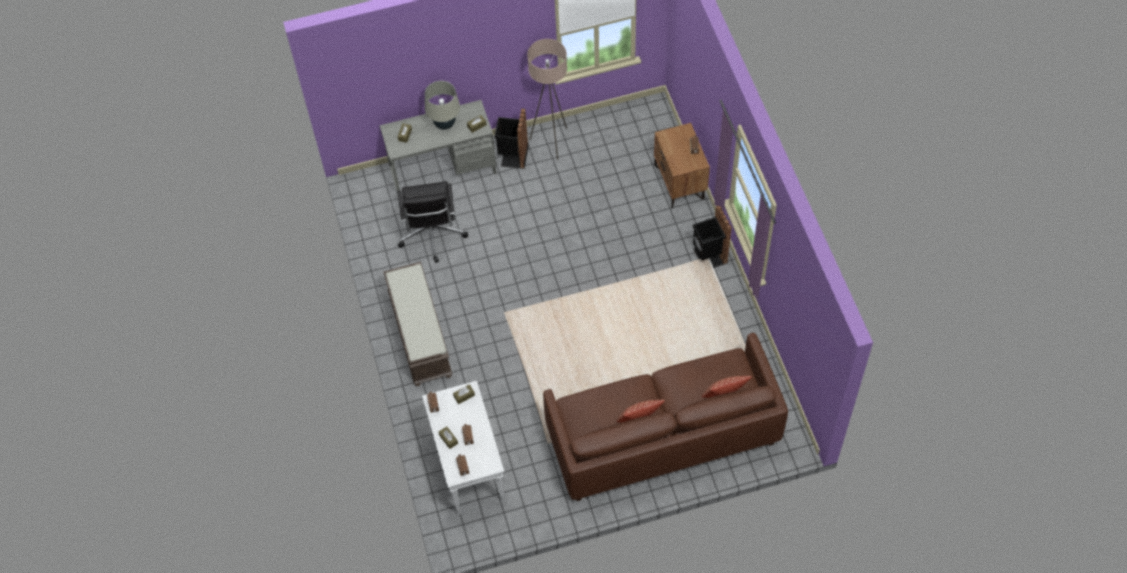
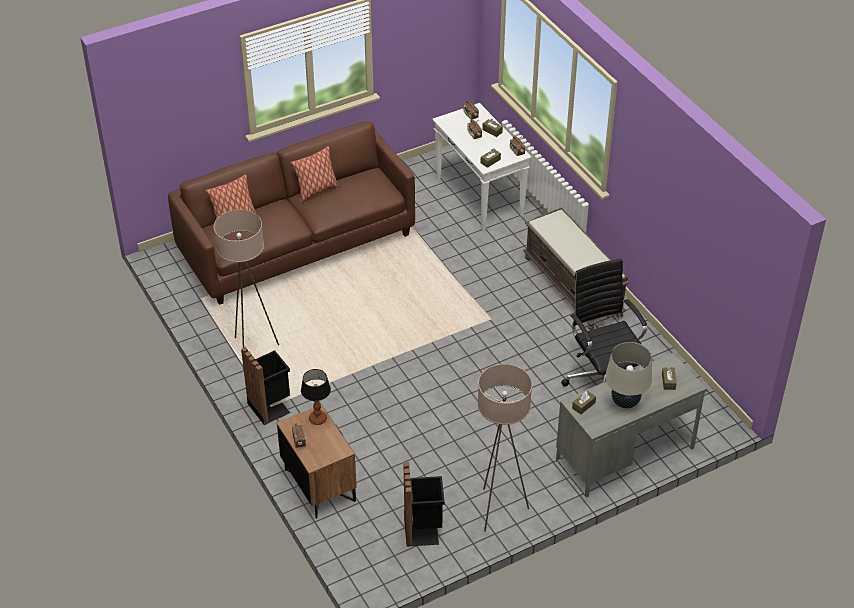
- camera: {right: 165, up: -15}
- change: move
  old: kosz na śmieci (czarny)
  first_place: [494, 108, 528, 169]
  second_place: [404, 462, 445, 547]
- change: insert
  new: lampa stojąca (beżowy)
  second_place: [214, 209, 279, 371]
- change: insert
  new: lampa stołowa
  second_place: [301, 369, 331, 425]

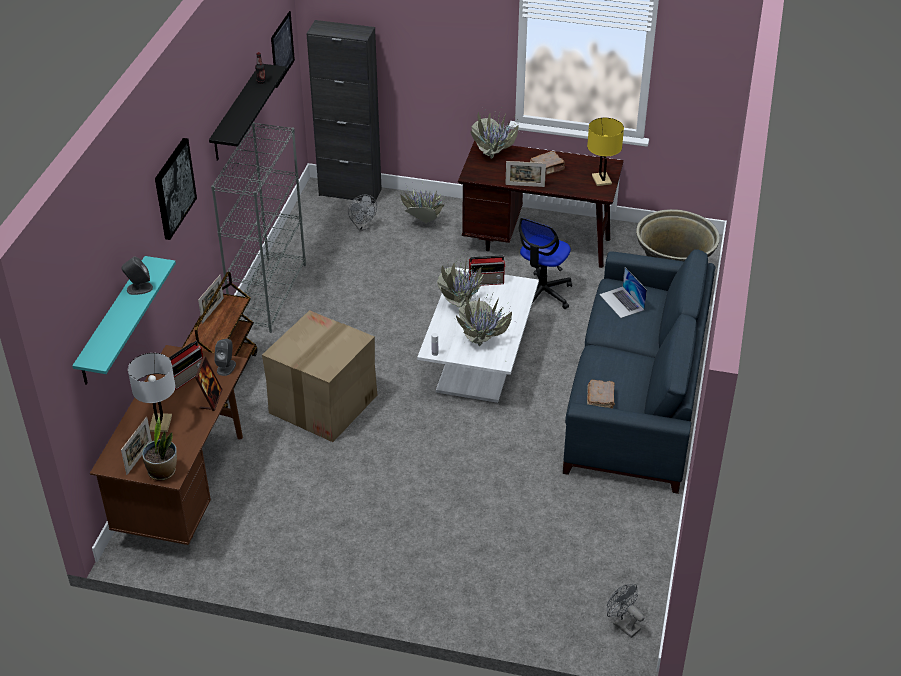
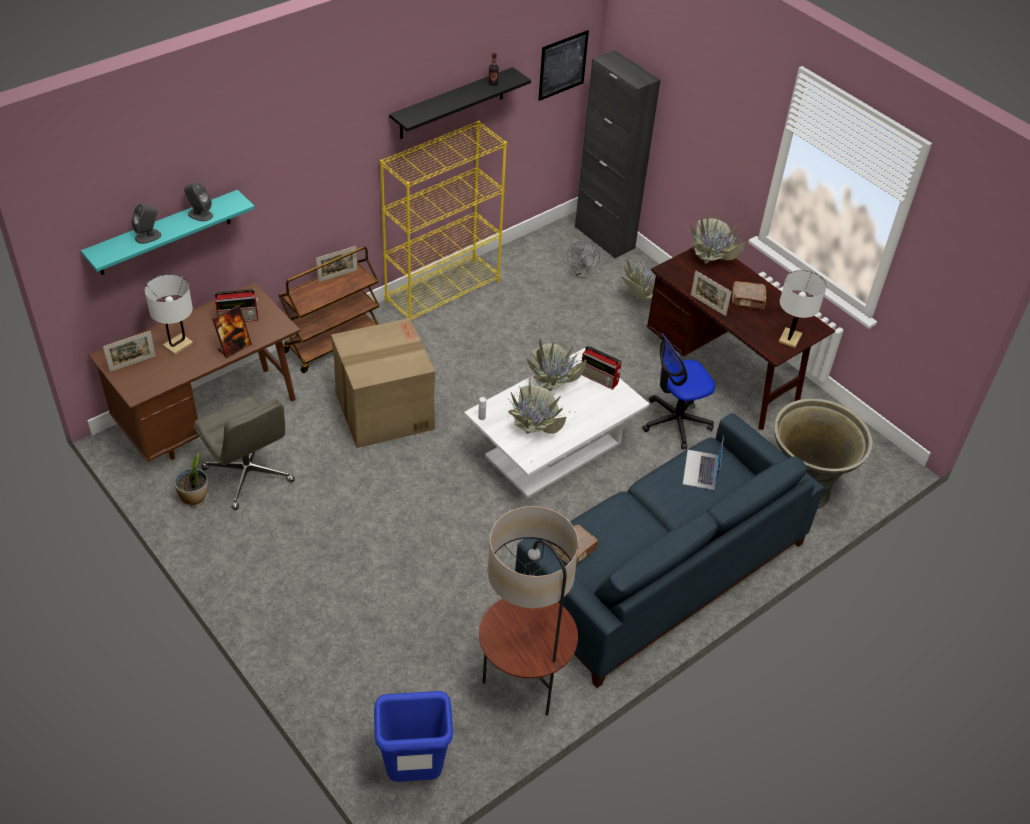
- camera: {right: 35, up: 5}
- change: move
  old: roślina doniczkowa
  first_place: [142, 417, 177, 481]
  second_place: [174, 452, 208, 507]
- change: delete
  old: obraz
  first_place: [155, 138, 197, 240]
- change: recolor
  old: regał (szary)
  new: regał (żółty)
  first_place: [211, 122, 306, 333]
  second_place: [380, 121, 507, 320]
- change: move
  old: głośnik (szary)
  first_place: [214, 339, 236, 376]
  second_place: [132, 203, 161, 244]
- change: recolor
  old: lampa stołowa (żółty)
  new: lampa stołowa (biały)
  first_place: [587, 118, 624, 186]
  second_place: [779, 270, 826, 348]
- change: replace
  old: wentylator (szary)
  new: kosz na śmieci (niebieski)
  first_place: [607, 584, 644, 638]
  second_place: [374, 691, 453, 782]
- change: insert
  new: krzesło biurowe (szary)
  second_place: [194, 396, 295, 510]
- change: insert
  new: lampa stojąca
  second_place: [479, 506, 579, 716]

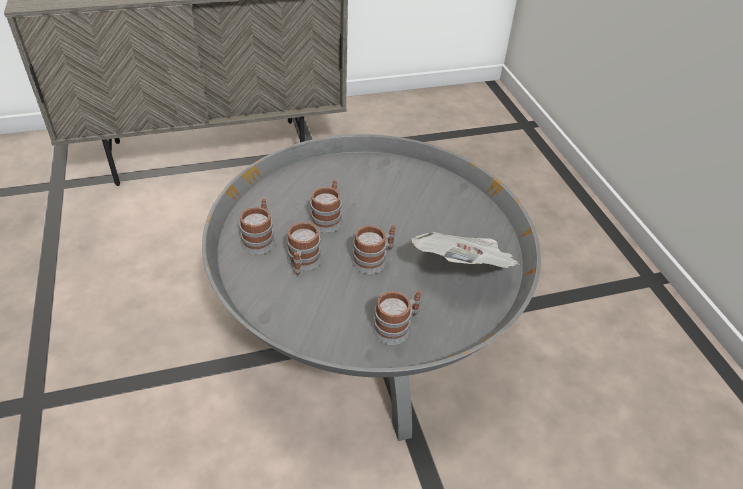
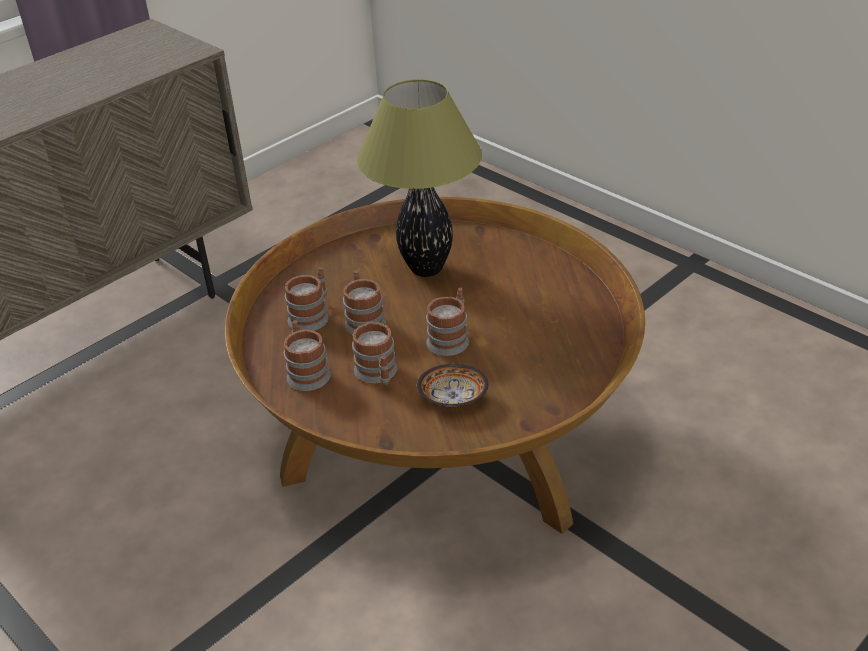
- camera: {right: -25, up: -5}
- change: recolor
  old: ława (szary)
  new: ława (brązowy)
  first_place: [202, 134, 541, 441]
  second_place: [225, 197, 645, 534]
- change: move
  old: kubek
  first_place: [372, 290, 422, 345]
  second_place: [285, 267, 329, 331]
- change: delete
  old: gazeta
  first_place: [411, 232, 520, 268]
- change: insert
  new: lampa stołowa
  second_place: [357, 79, 482, 277]
- change: insert
  new: miska
  second_place: [417, 364, 488, 407]

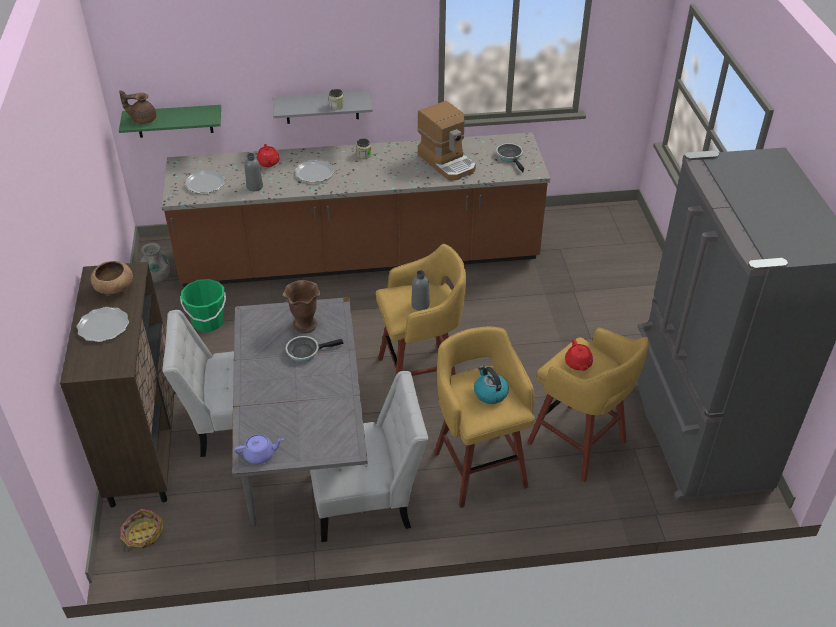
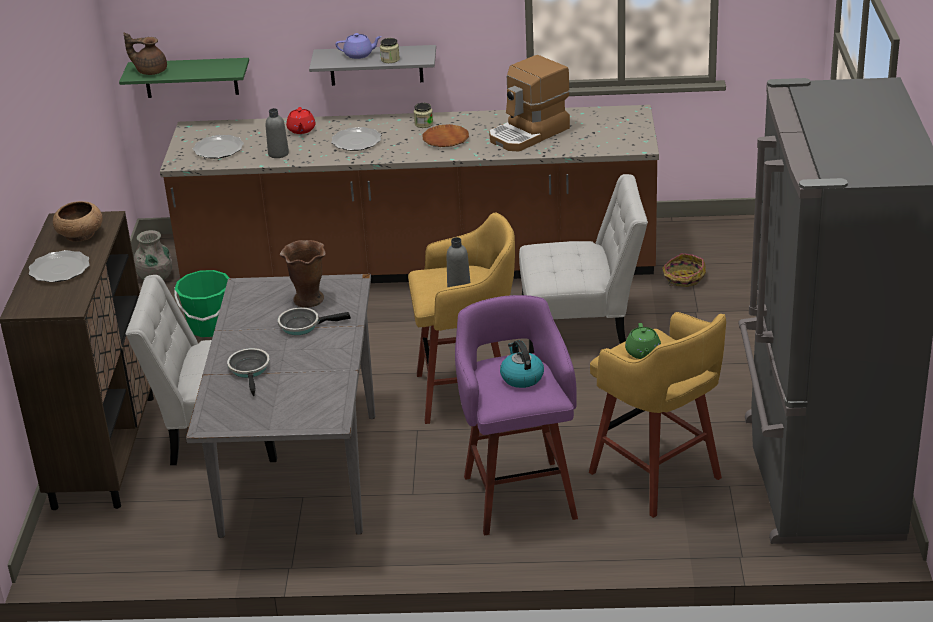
- camera: {right: 10, up: -10}
- change: move
  old: koszyk
  first_place: [120, 509, 164, 552]
  second_place: [662, 253, 706, 287]
- change: move
  old: imbryk (fioletowy)
  first_place: [234, 434, 284, 464]
  second_place: [335, 33, 382, 59]
- change: move
  old: krzesło (biały)
  first_place: [310, 371, 428, 542]
  second_place: [519, 174, 648, 353]
- change: rotate
  old: ekspres do kawy
  first_place: [417, 101, 476, 180]
  second_place: [489, 55, 570, 152]
  degrees: 75
- change: recolor
  old: stołek (żółty)
  new: stołek (fioletowy)
  first_place: [434, 327, 535, 508]
  second_place: [455, 295, 578, 535]
- change: move
  old: patelnia
  first_place: [496, 143, 524, 172]
  second_place: [227, 348, 270, 396]
- change: recolor
  old: imbryk (czerwony)
  new: imbryk (zielony)
  first_place: [565, 339, 593, 371]
  second_place: [625, 323, 661, 359]
- change: insert
  new: talerz (brązowy)
  second_place: [422, 124, 469, 147]

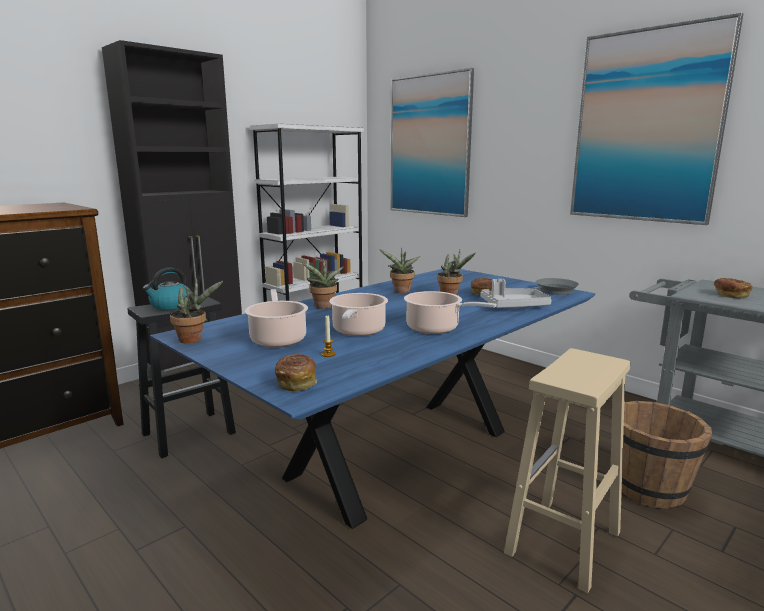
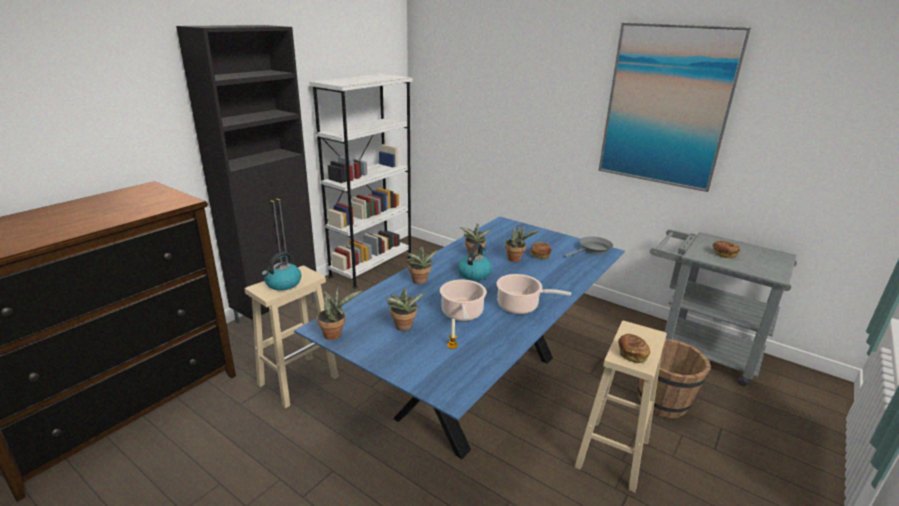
- camera: {right: -10, up: 10}
- change: recolor
  old: stołek (czarny)
  new: stołek (beżowy)
  first_place: [128, 296, 236, 458]
  second_place: [245, 265, 339, 408]
- change: replace
  old: garnek
  new: roślina doniczkowa
  first_place: [245, 289, 308, 347]
  second_place: [385, 288, 424, 331]
- change: move
  old: chleb
  first_place: [275, 354, 317, 391]
  second_place: [618, 334, 650, 363]
- change: delete
  old: obraz
  first_place: [390, 68, 474, 217]
- change: delete
  old: taca (szary)
  first_place: [481, 279, 552, 308]
- change: insert
  new: czajnik
  second_place: [458, 243, 492, 281]

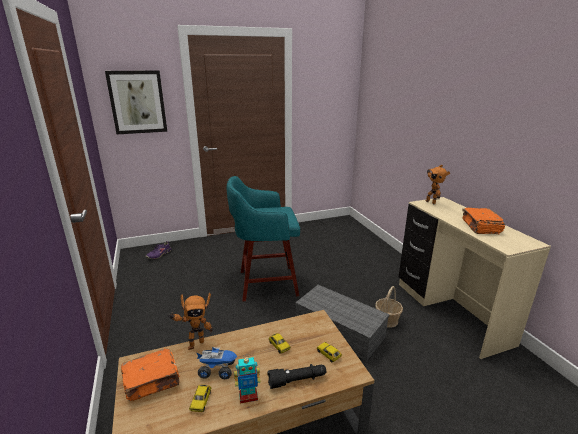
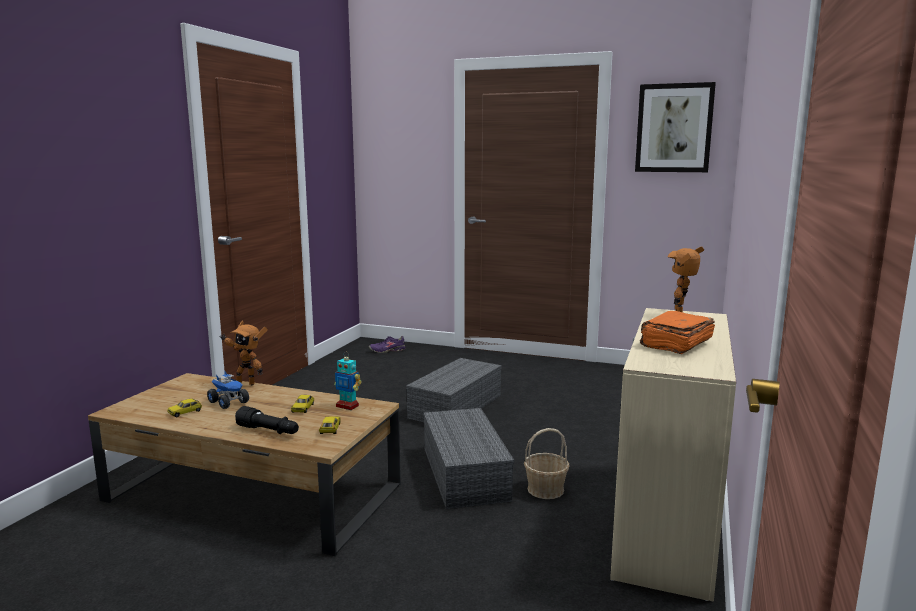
- camera: {right: 40, up: -10}
- change: move
  old: obraz
  first_place: [105, 70, 167, 134]
  second_place: [635, 82, 716, 172]
- change: delete
  old: książka (pomarańczowy)
  first_place: [121, 349, 180, 401]
- change: replace
  old: stołek (turkusowy)
  new: pojemnik do przechowywania (szary)
  first_place: [227, 176, 300, 301]
  second_place: [406, 358, 502, 422]
- change: move
  old: robot zabawkowy
  first_place: [234, 354, 261, 403]
  second_place: [334, 352, 361, 410]

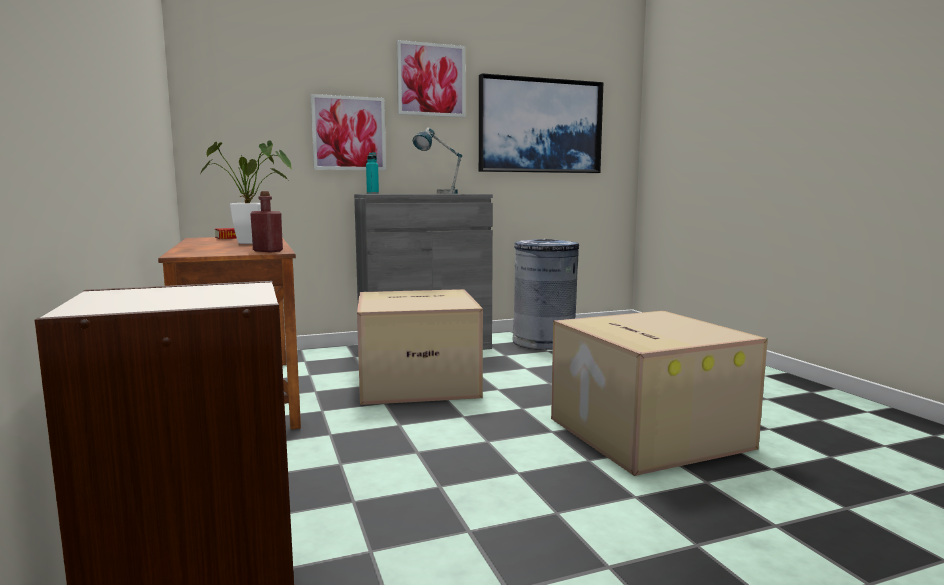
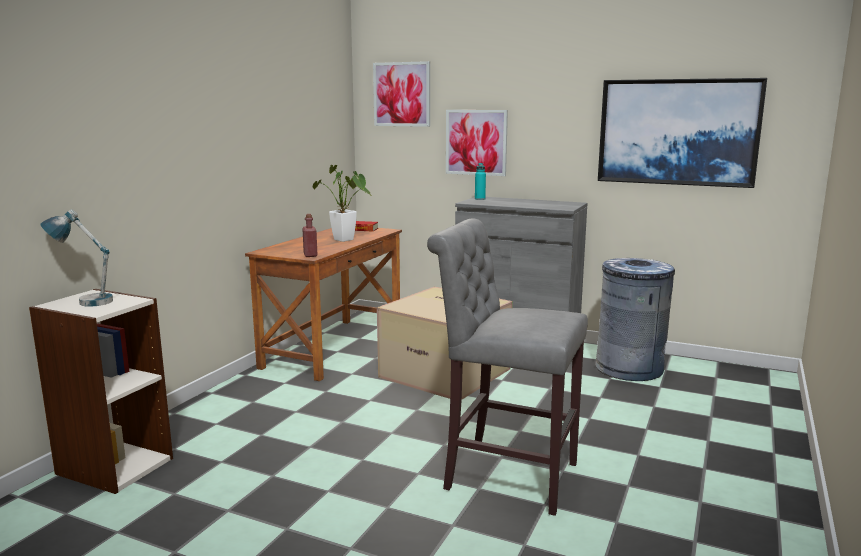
- camera: {right: 45, up: 5}
- change: move
  old: obraz
  first_place: [397, 40, 465, 117]
  second_place: [373, 61, 430, 127]
- change: move
  old: lampa stołowa
  first_place: [413, 127, 462, 194]
  second_place: [40, 209, 113, 307]
- change: replace
  old: karton
  new: stołek (szary)
  first_place: [551, 311, 768, 476]
  second_place: [427, 218, 588, 516]

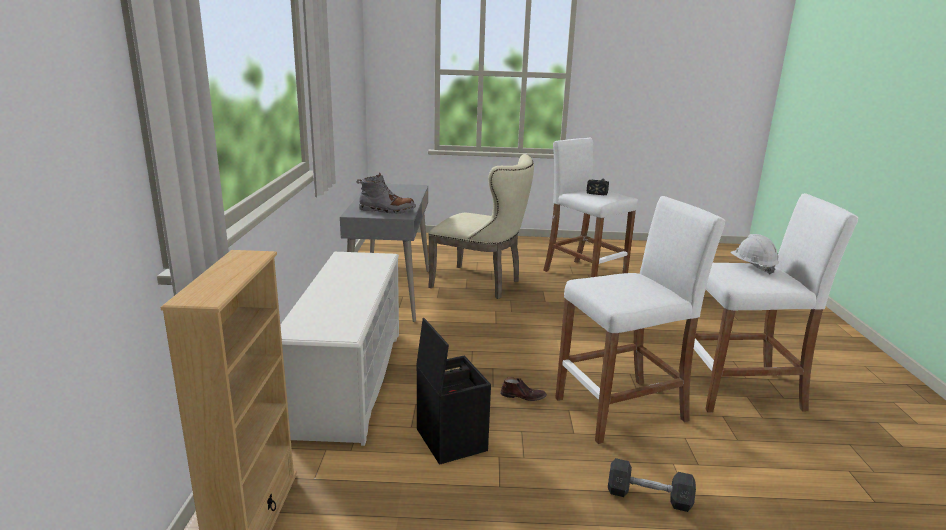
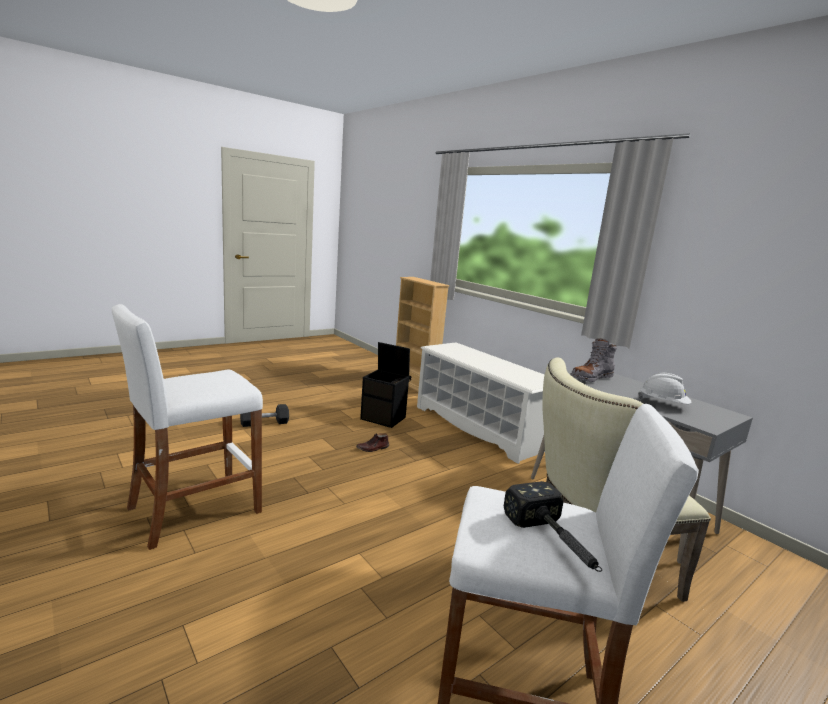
- camera: {right: 140, up: -5}
- change: delete
  old: stołek (biały)
  first_place: [555, 196, 725, 444]
- change: move
  old: kask (biały)
  first_place: [730, 234, 779, 275]
  second_place: [638, 373, 691, 404]

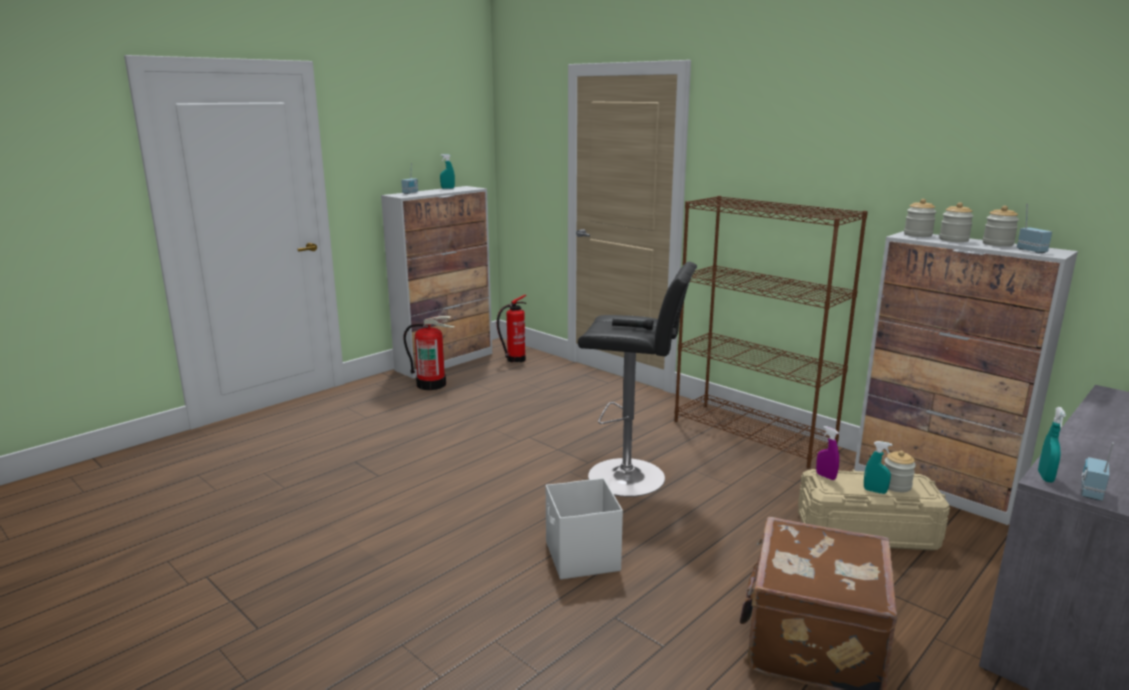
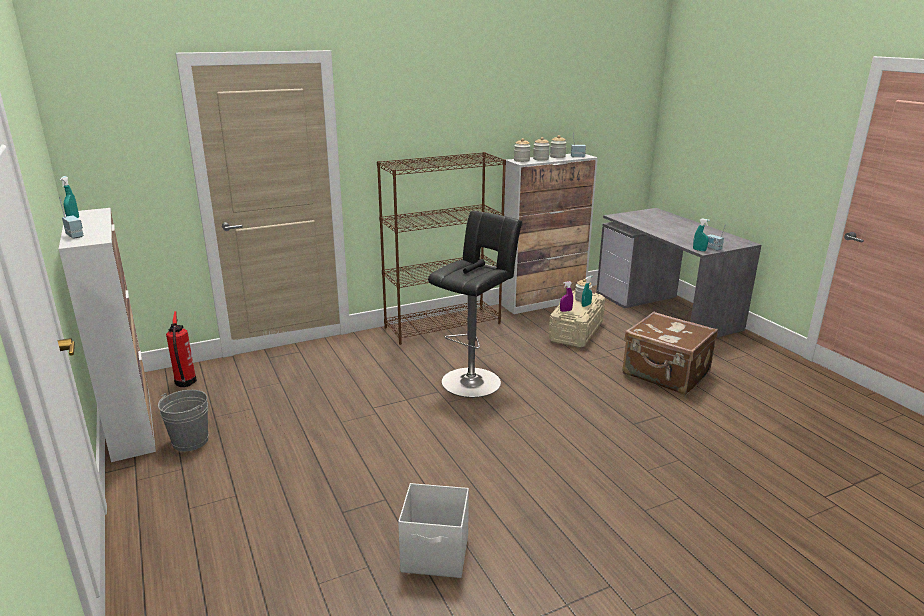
- camera: {right: -70, up: 5}
- change: replace
  old: gaśnica
  new: wiadro (szary)
  first_place: [403, 316, 455, 390]
  second_place: [158, 390, 209, 451]
- change: move
  old: pojemnik do przechowywania (biały)
  first_place: [546, 478, 623, 579]
  second_place: [398, 483, 469, 578]

